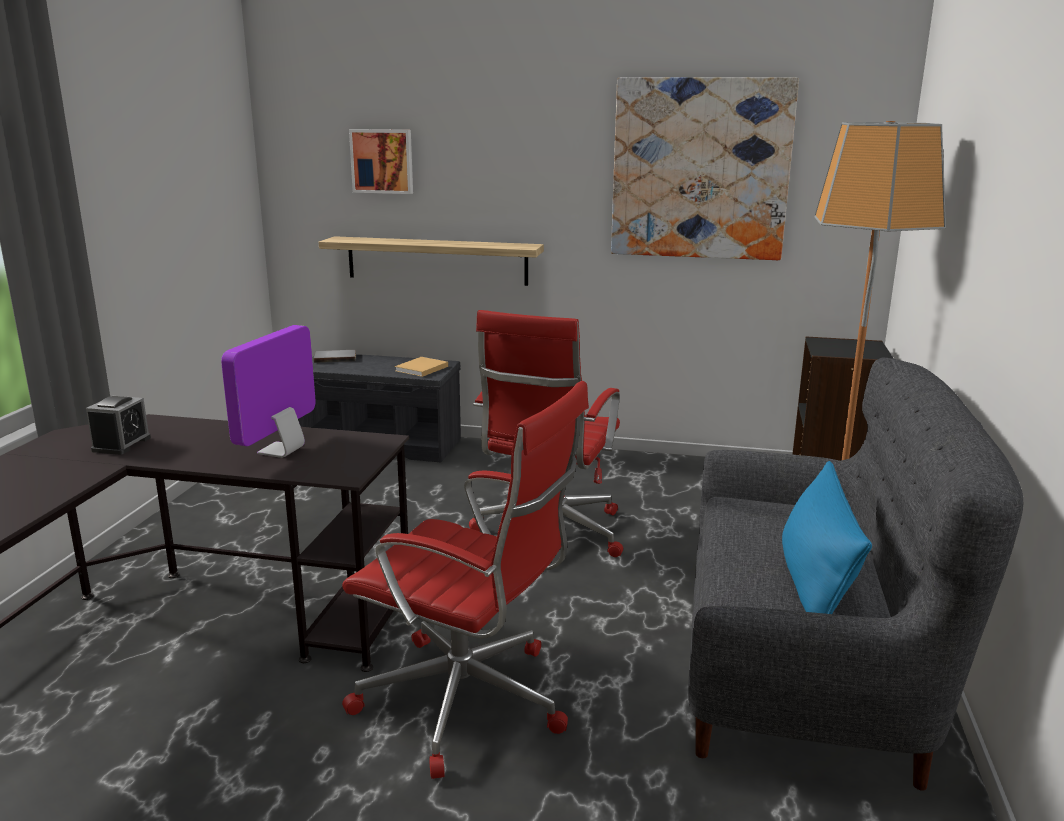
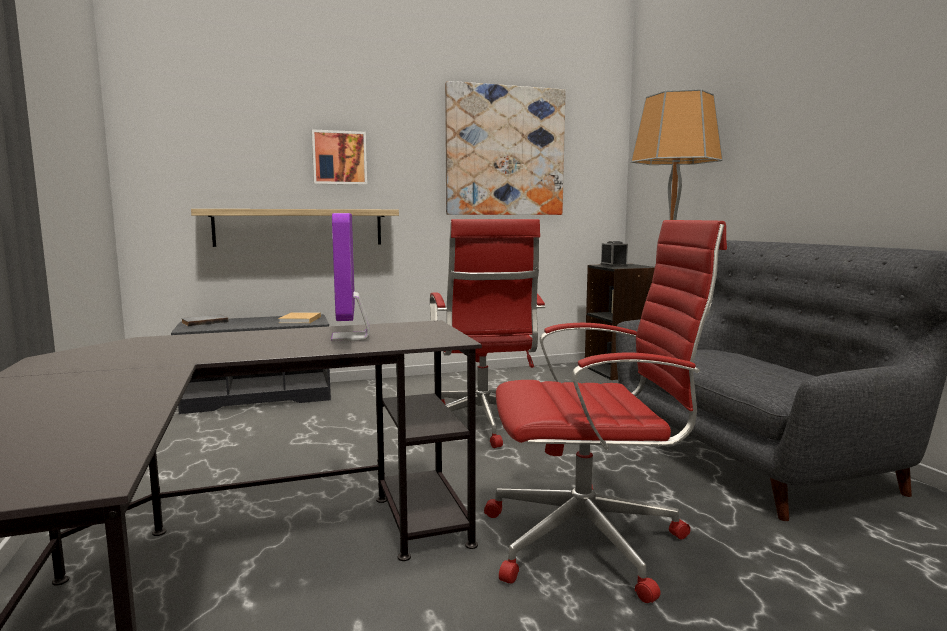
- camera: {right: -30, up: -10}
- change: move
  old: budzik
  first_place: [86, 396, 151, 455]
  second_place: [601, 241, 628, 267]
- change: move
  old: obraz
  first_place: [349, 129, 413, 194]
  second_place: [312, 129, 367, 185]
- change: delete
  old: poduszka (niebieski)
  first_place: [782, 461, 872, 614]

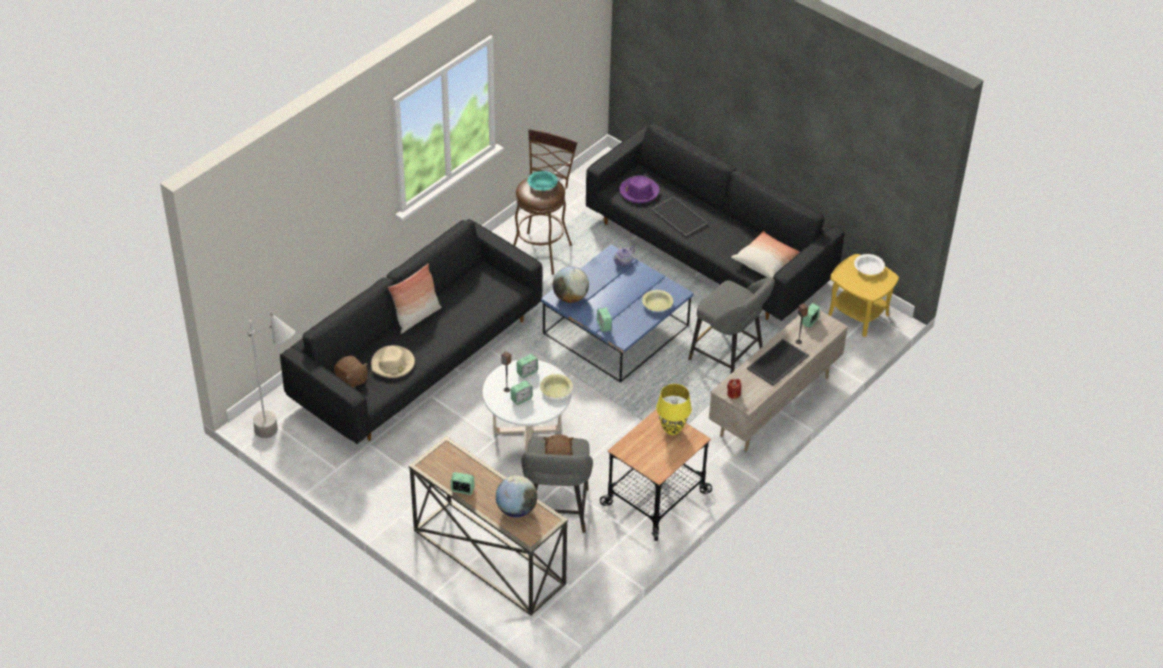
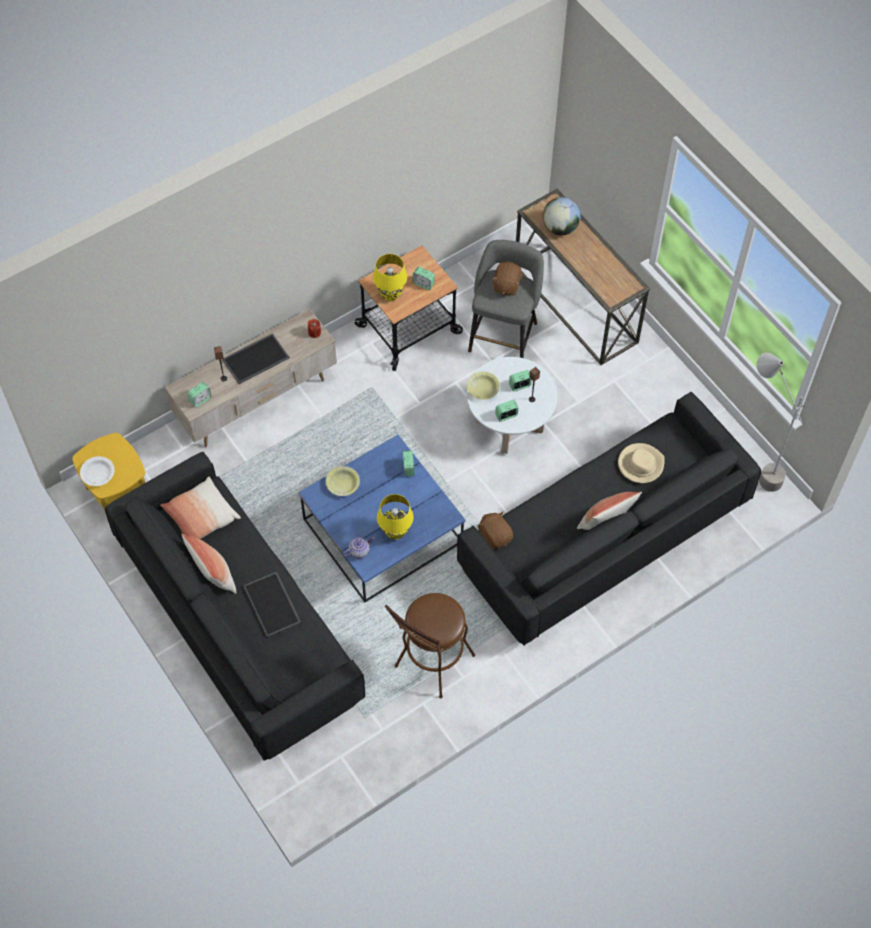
- camera: {right: -165, up: 15}
- change: move
  old: pluszak (brązowy)
  first_place: [334, 355, 368, 388]
  second_place: [477, 511, 513, 549]
- change: move
  old: budzik
  first_place: [451, 472, 475, 495]
  second_place: [413, 267, 435, 290]
- change: delete
  old: miska (turkusowy)
  first_place: [528, 171, 558, 191]
- change: delete
  old: globus
  first_place: [553, 266, 589, 303]
- change: delete
  old: kapelusz (fioletowy)
  first_place: [619, 175, 659, 203]
- change: delete
  old: stołek (szary)
  first_place: [688, 277, 775, 374]
- change: insert
  new: poduszka
  second_place: [182, 533, 236, 594]
- change: insert
  new: lampa stołowa (żółty)
  second_place: [377, 494, 413, 539]

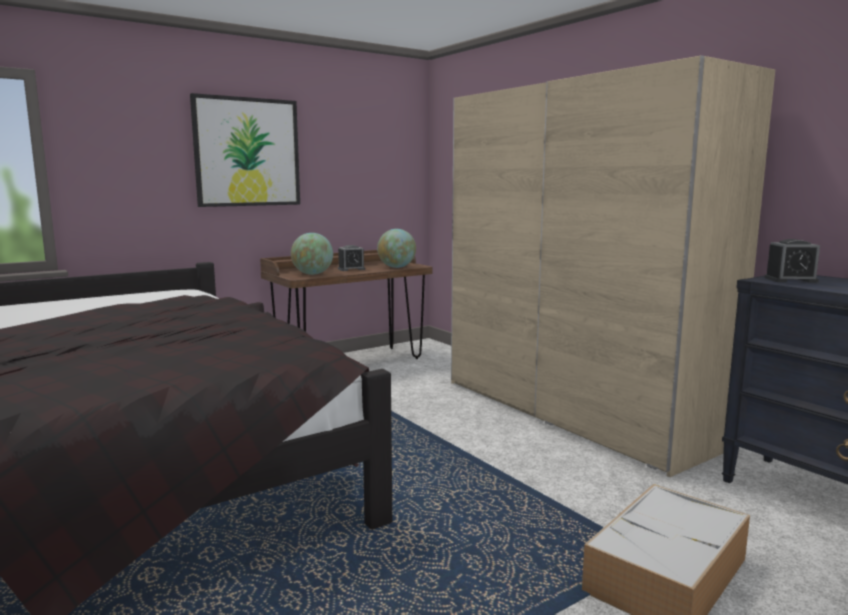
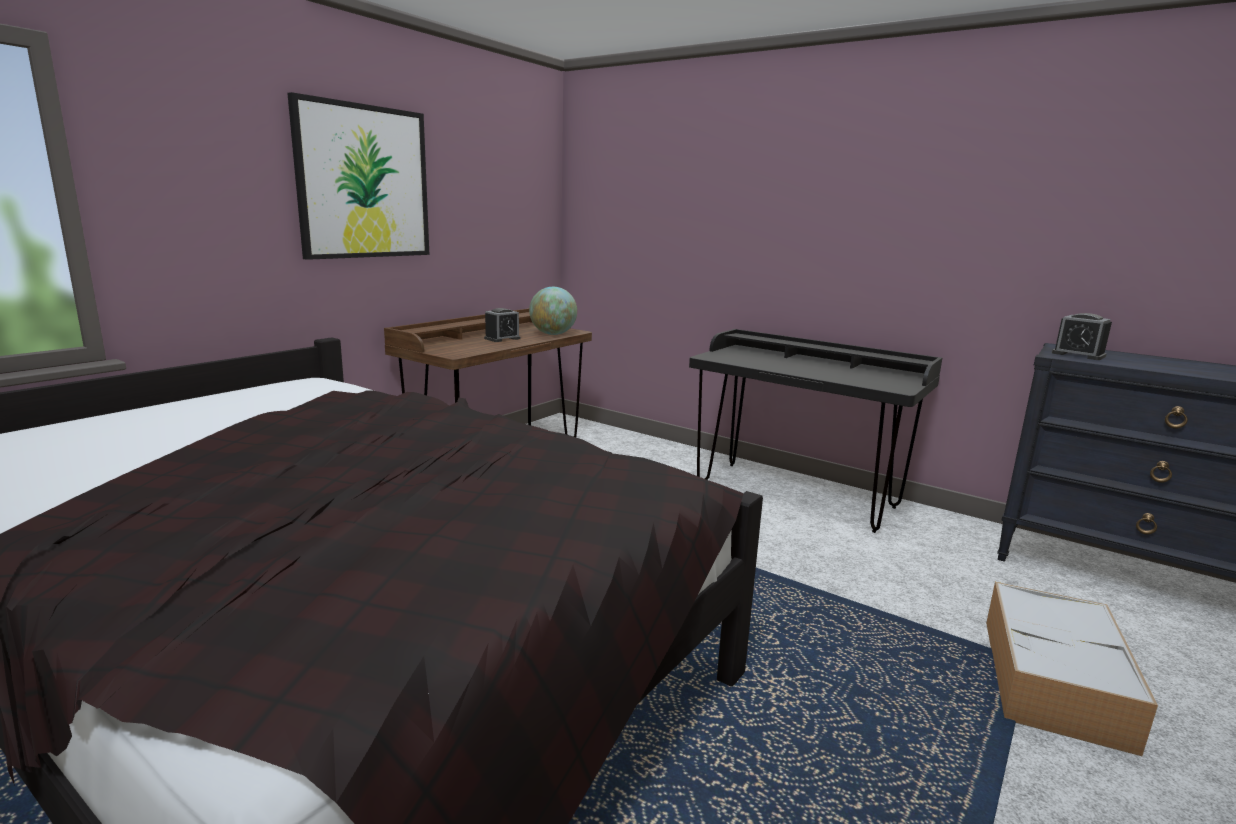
- camera: {right: -20, up: 5}
- change: delete
  old: globus
  first_place: [291, 233, 333, 275]
- change: replace
  old: szafa (beżowy)
  new: biurko (czarny)
  first_place: [451, 55, 775, 477]
  second_place: [689, 329, 942, 533]
- change: rotate
  old: budzik
  first_place: [764, 239, 820, 283]
  second_place: [1052, 313, 1112, 360]
  degrees: 60

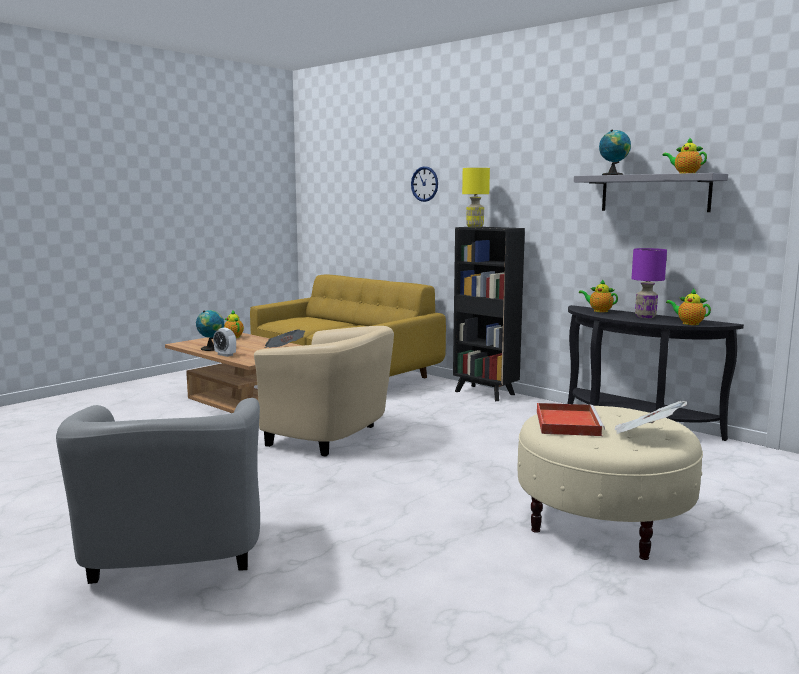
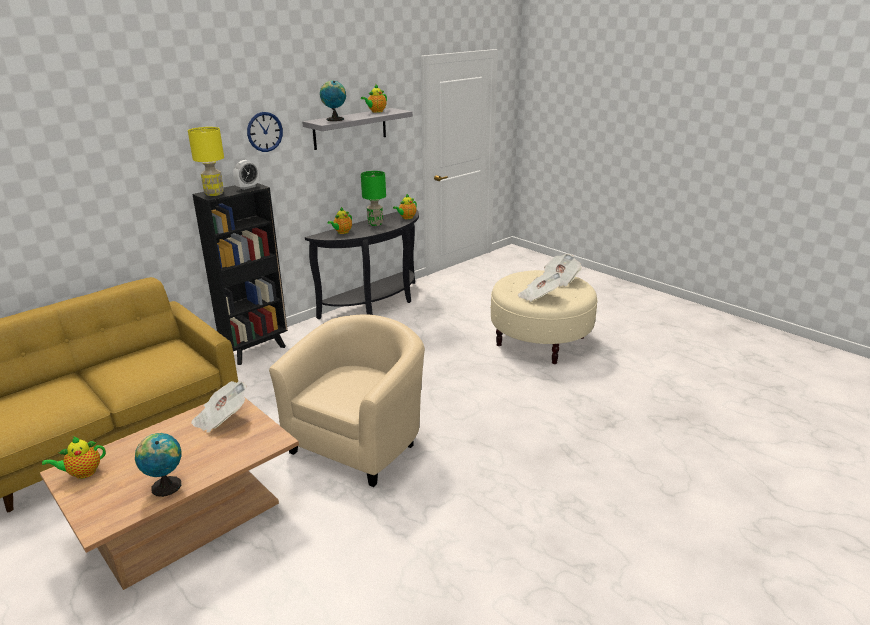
- camera: {right: -85, up: 15}
- change: delete
  old: fotel (szary)
  first_place: [56, 398, 260, 584]
- change: move
  old: budzik
  first_place: [213, 328, 236, 357]
  second_place: [233, 160, 259, 190]
- change: move
  old: zegar ścienny
  first_place: [411, 166, 438, 202]
  second_place: [247, 112, 283, 152]
- change: replace
  old: taca (czerwony)
  new: gazeta
  first_place: [537, 403, 605, 436]
  second_place: [518, 272, 562, 302]
- change: recolor
  old: lampa stołowa (fioletowy)
  new: lampa stołowa (zielony)
  first_place: [632, 248, 667, 318]
  second_place: [361, 171, 386, 226]

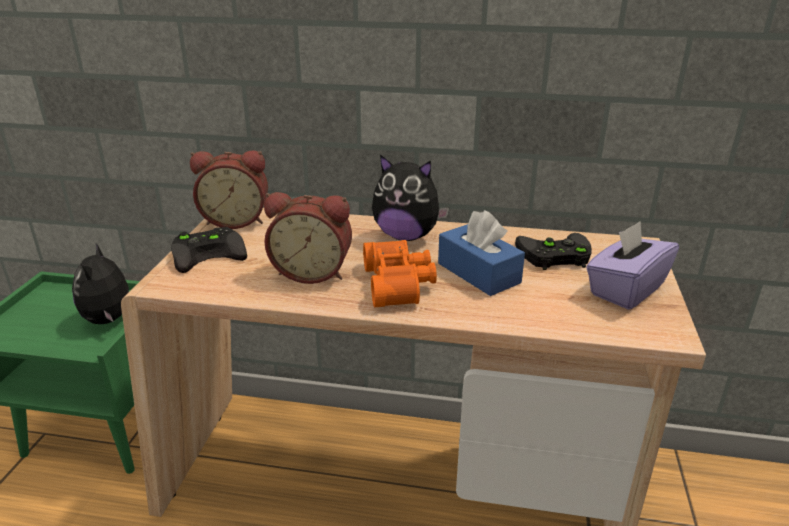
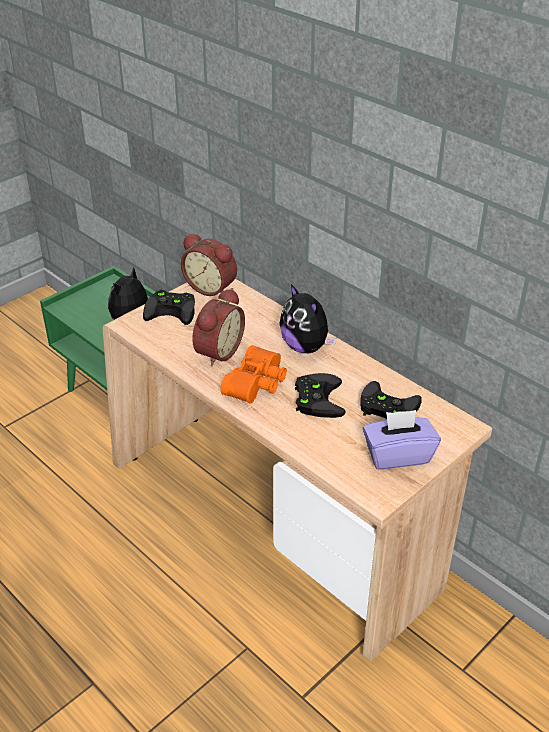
- camera: {right: 35, up: 10}
- change: rotate
  old: budzik
  first_place: [264, 192, 352, 284]
  second_place: [192, 288, 245, 367]
  degrees: -105
- change: replace
  old: pudełko chusteczek (niebieski)
  new: pad do gier (czarny)
  first_place: [438, 210, 525, 296]
  second_place: [295, 373, 346, 418]

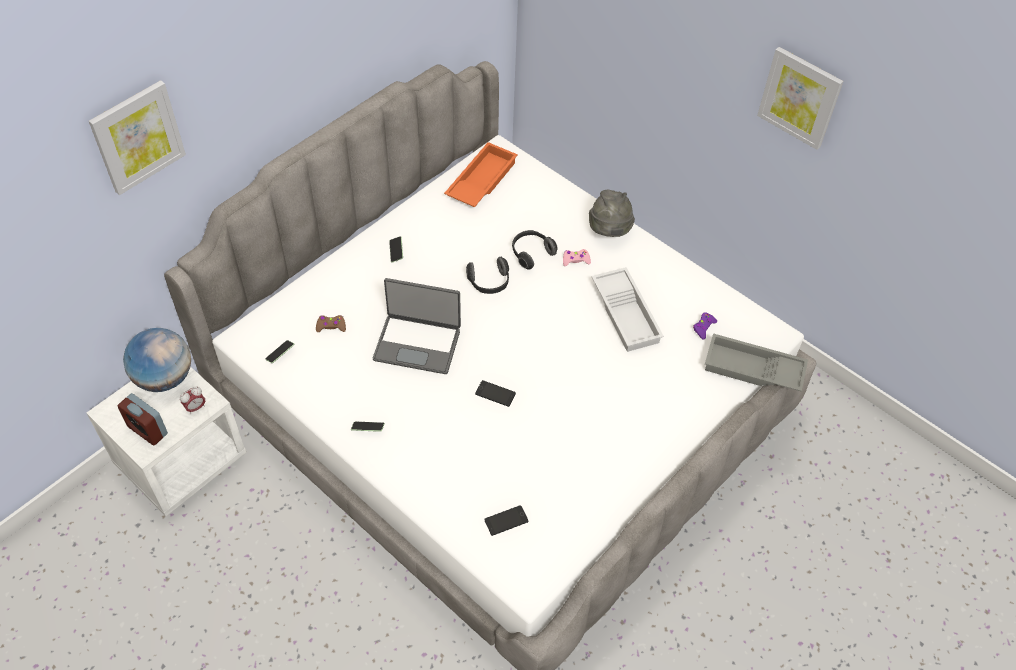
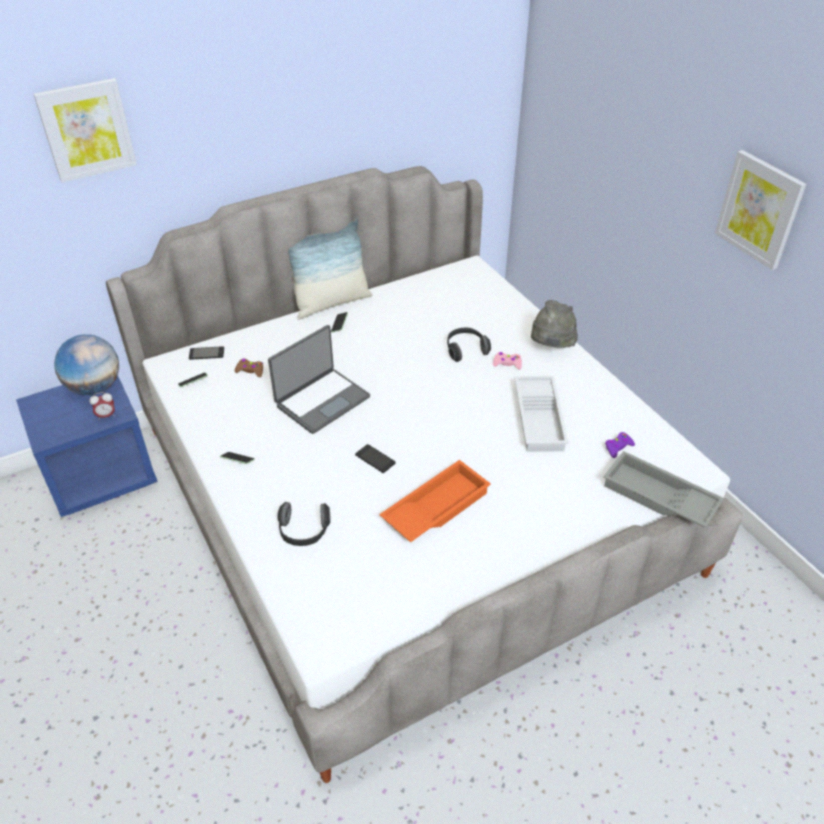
- camera: {right: 20, up: -10}
- change: recolor
  old: szafka nocna (biały)
  new: szafka nocna (niebieski)
  first_place: [87, 367, 247, 516]
  second_place: [16, 375, 158, 517]
- change: delete
  old: budzik
  first_place: [117, 393, 168, 445]
- change: rotate
  old: laptop
  first_place: [373, 278, 461, 374]
  second_place: [268, 325, 370, 434]
  degrees: -75
- change: move
  old: taca (pomarańczowy)
  first_place: [444, 142, 518, 207]
  second_place: [379, 460, 491, 542]
- change: move
  old: słuchawki
  first_place: [466, 257, 509, 294]
  second_place: [277, 502, 331, 546]
- change: move
  old: telefon
  first_place: [484, 505, 528, 536]
  second_place: [189, 346, 224, 360]
- change: insert
  new: poduszka
  second_place: [288, 219, 372, 320]

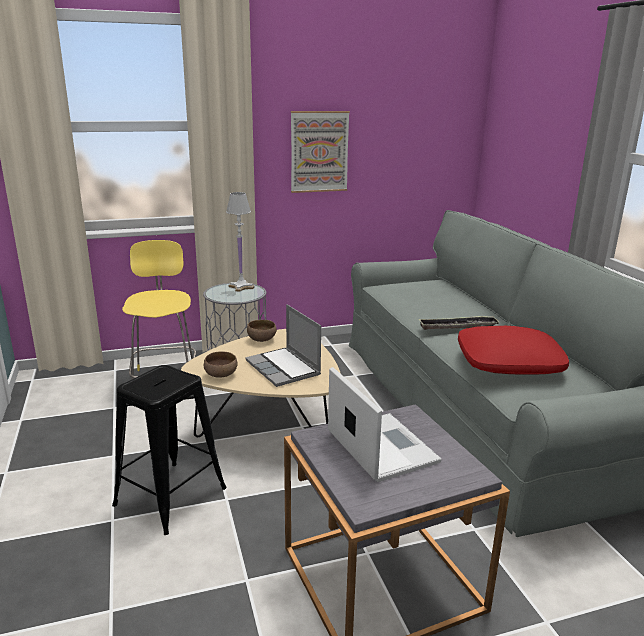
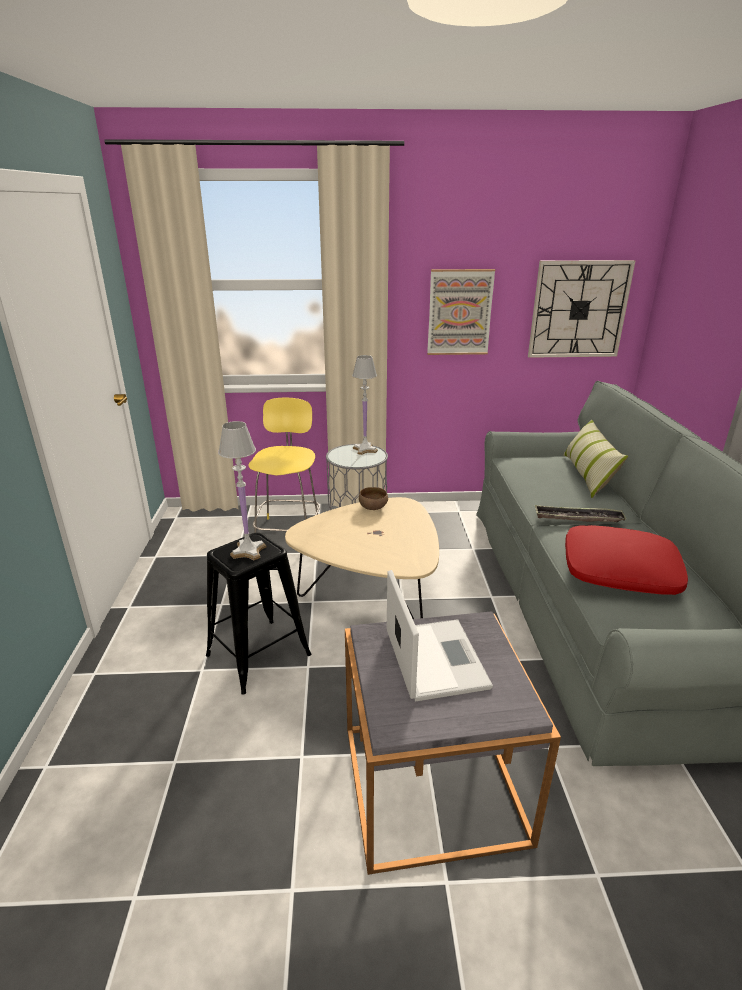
- camera: {right: 15, up: 5}
- change: delete
  old: miska (brązowy)
  first_place: [204, 351, 238, 378]
- change: delete
  old: laptop
  first_place: [245, 304, 321, 387]
- change: insert
  new: lampa stołowa (biały)
  second_place: [218, 421, 266, 560]
- change: insert
  new: zegar ścienny
  second_place: [528, 260, 635, 358]
- change: insert
  new: poduszka
  second_place: [563, 420, 628, 498]

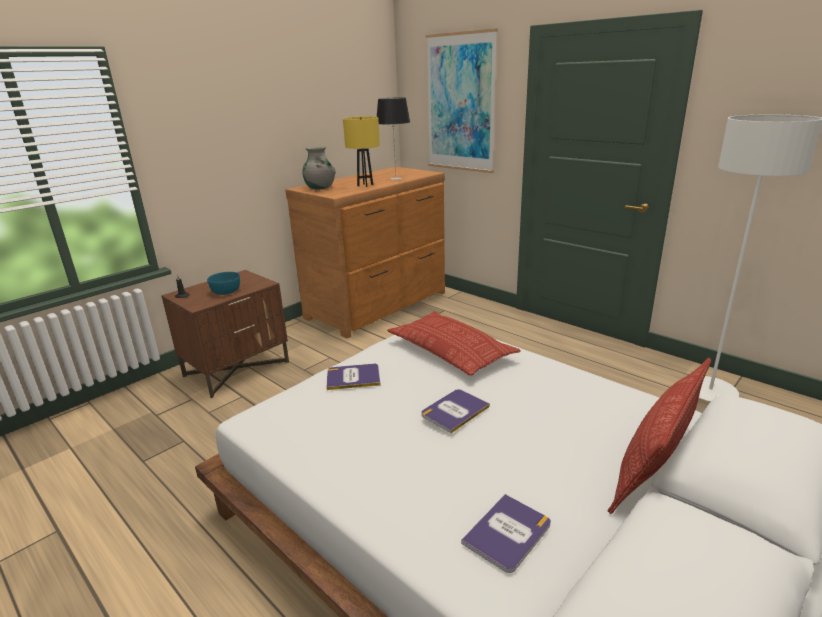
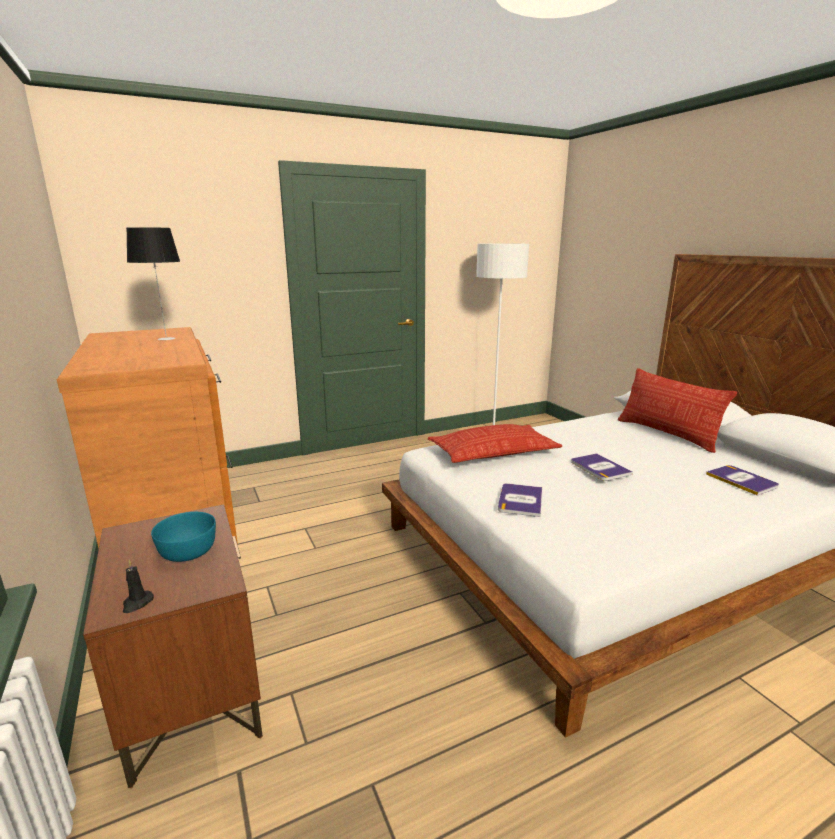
- camera: {right: -70, up: -5}
- change: delete
  old: wazon (szary)
  first_place: [302, 146, 336, 190]
- change: delete
  old: lampa stołowa (żółty)
  first_place: [343, 116, 380, 187]
- change: delete
  old: obraz
  first_place: [426, 29, 497, 173]

